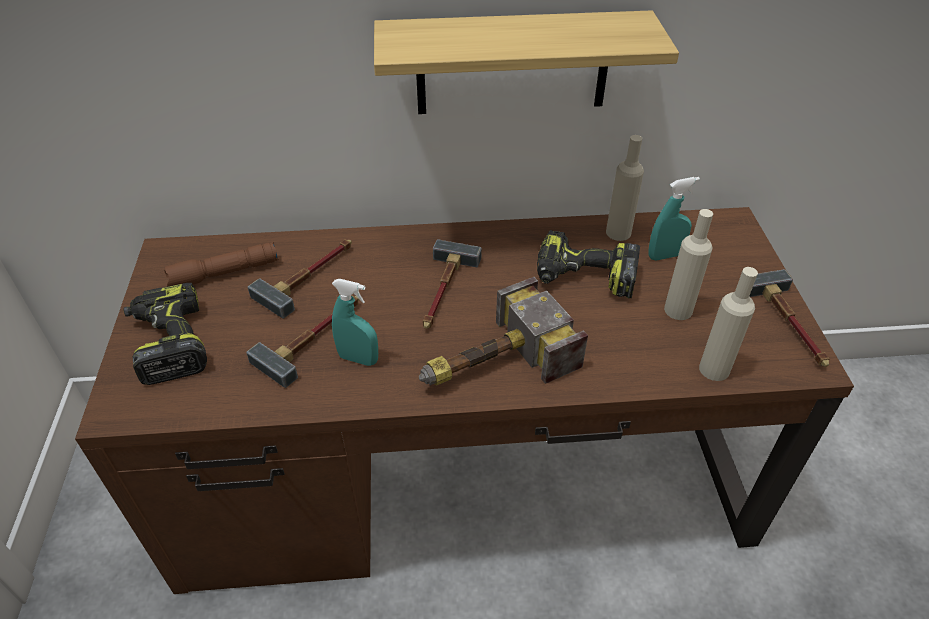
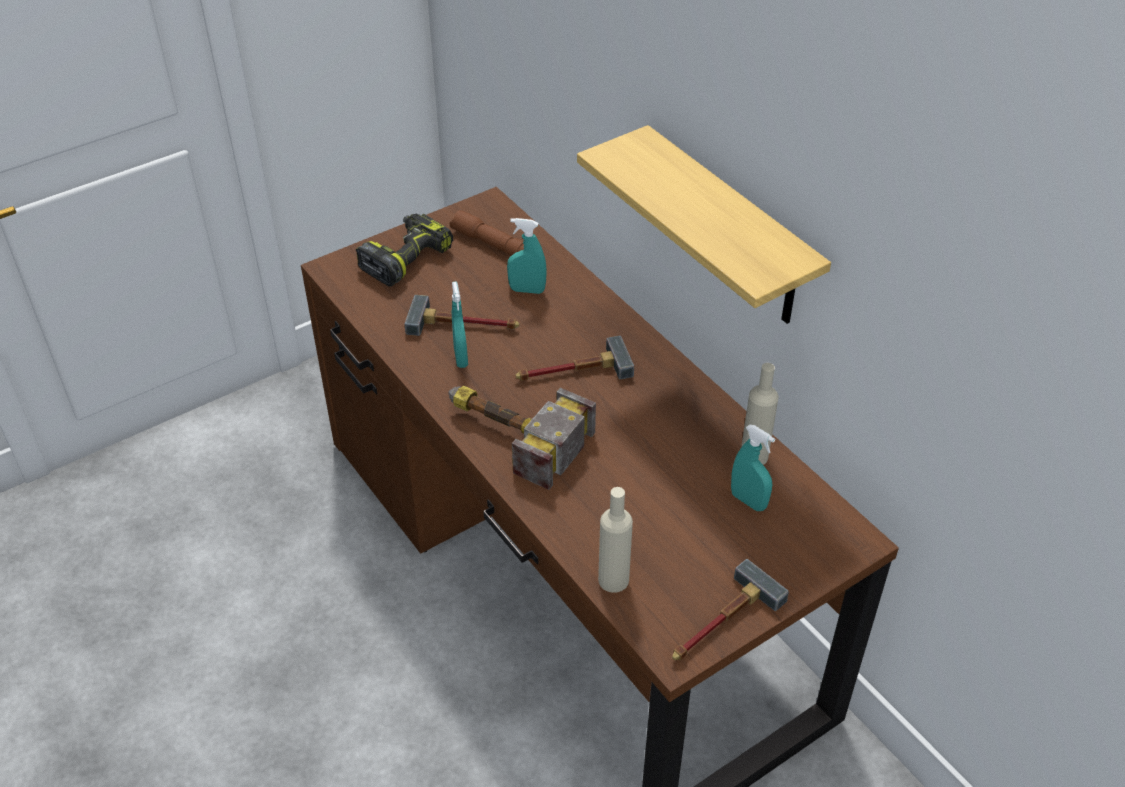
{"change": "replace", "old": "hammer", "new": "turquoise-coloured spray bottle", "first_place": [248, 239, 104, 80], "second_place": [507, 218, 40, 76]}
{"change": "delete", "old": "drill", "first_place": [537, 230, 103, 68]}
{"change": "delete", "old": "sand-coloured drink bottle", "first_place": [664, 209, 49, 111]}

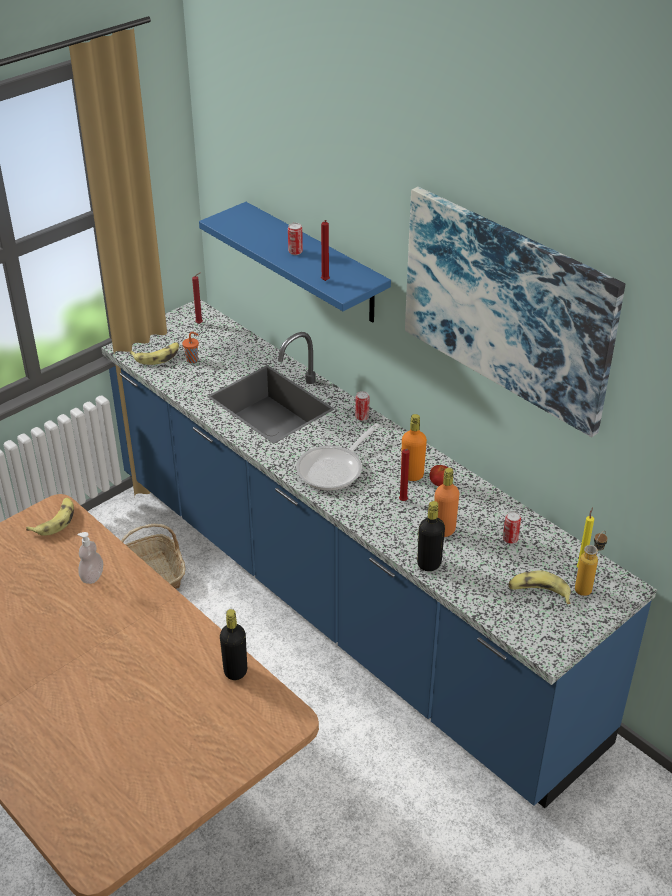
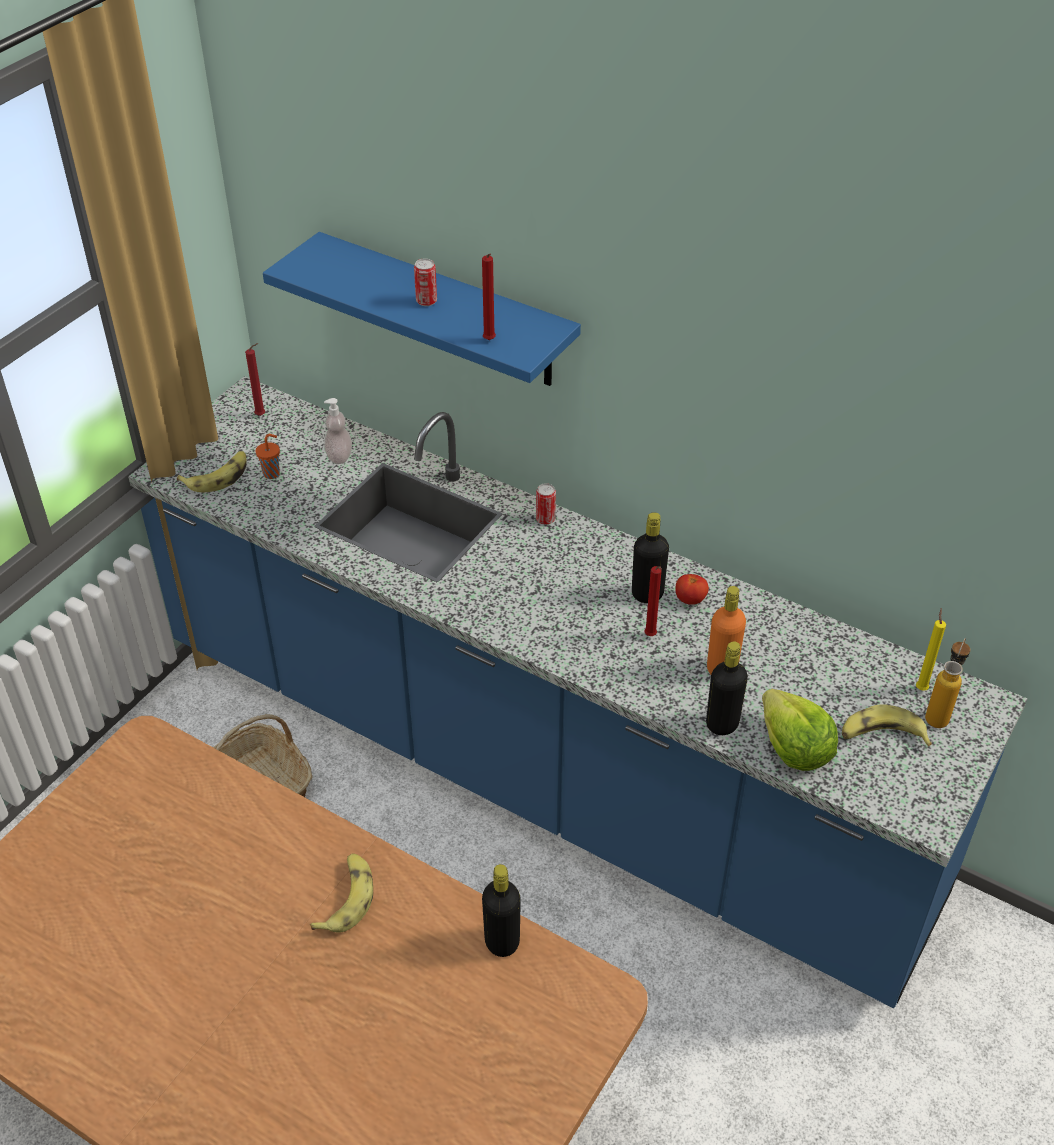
{"change": "move", "old": "banana fruit", "first_place": [26, 498, 48, 38], "second_place": [310, 853, 63, 80]}
{"change": "move", "old": "soap bottle", "first_place": [78, 532, 25, 52], "second_place": [324, 398, 28, 66]}
{"change": "recolor", "old": "orangey drink bottle", "new": "black-coloured drink bottle", "first_place": [401, 414, 26, 67], "second_place": [632, 512, 37, 91]}
{"change": "insert", "new": "lettuce head", "second_place": [762, 689, 76, 82]}
{"change": "delete", "old": "pan", "first_place": [296, 423, 84, 68]}
{"change": "delete", "old": "picture", "first_place": [405, 187, 220, 250]}
{"change": "delete", "old": "sealed can", "first_place": [503, 511, 18, 33]}

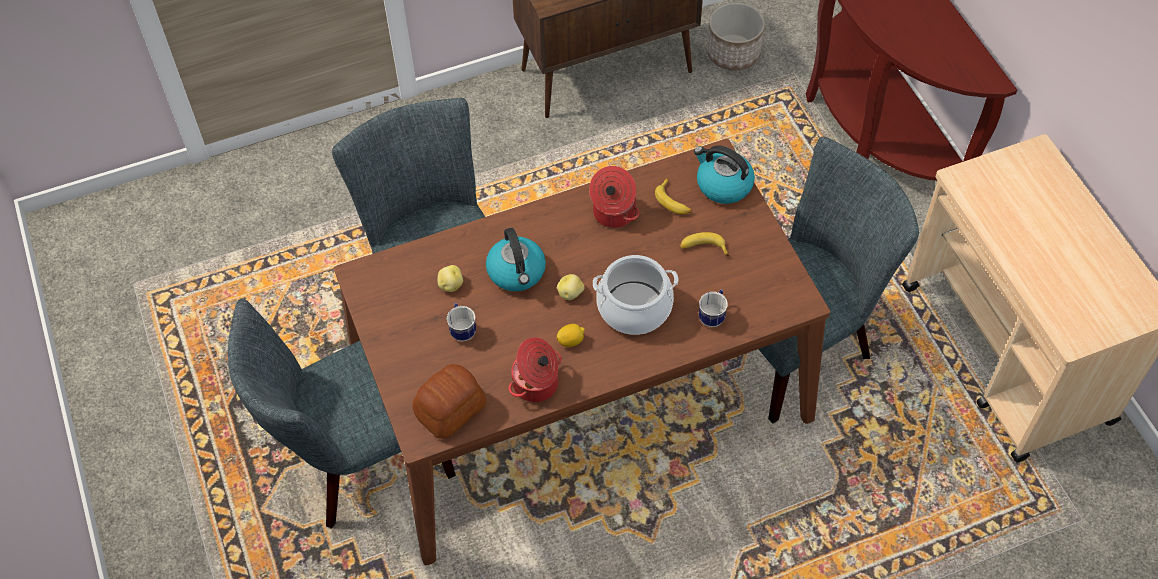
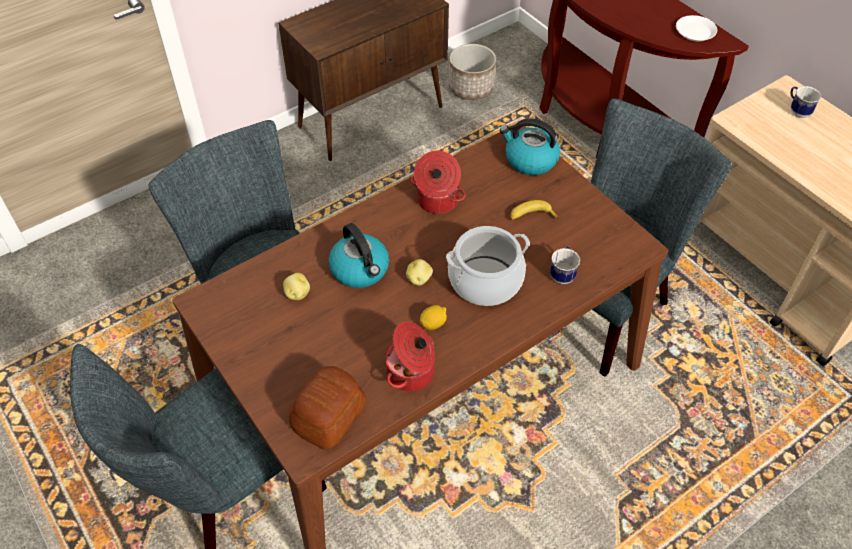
{"change": "insert", "new": "white-coloured dinner plate", "second_place": [676, 15, 41, 26]}
{"change": "move", "old": "coffee mug", "first_place": [447, 303, 29, 38], "second_place": [790, 86, 31, 32]}
{"change": "delete", "old": "banana fruit", "first_place": [655, 178, 37, 37]}

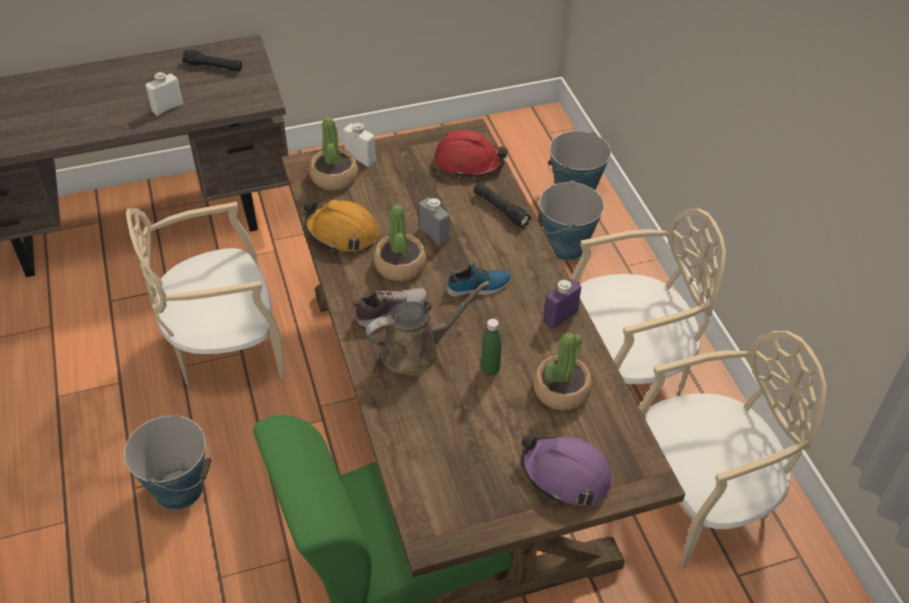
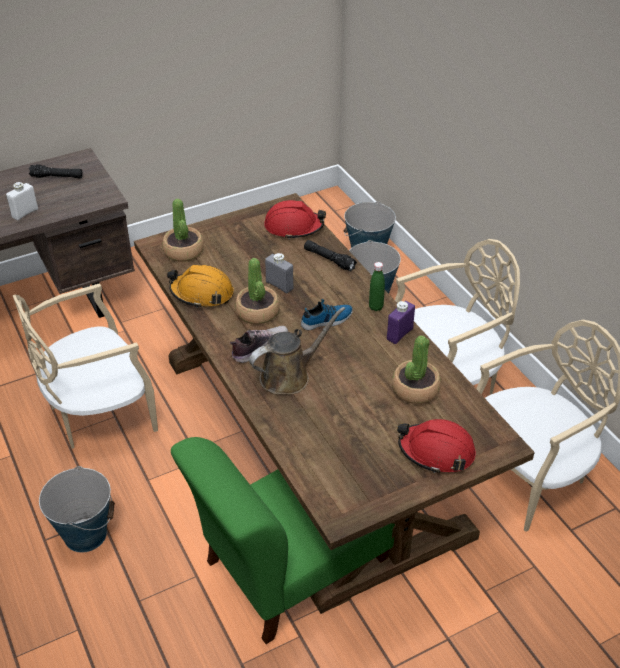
{"change": "move", "old": "greenish drink bottle", "first_place": [481, 318, 20, 57], "second_place": [369, 262, 16, 49]}
{"change": "recolor", "old": "purple safety helmet", "new": "red safety helmet", "first_place": [521, 436, 91, 69], "second_place": [397, 419, 79, 54]}
{"change": "delete", "old": "white-coloured drink bottle", "first_place": [343, 123, 33, 44]}

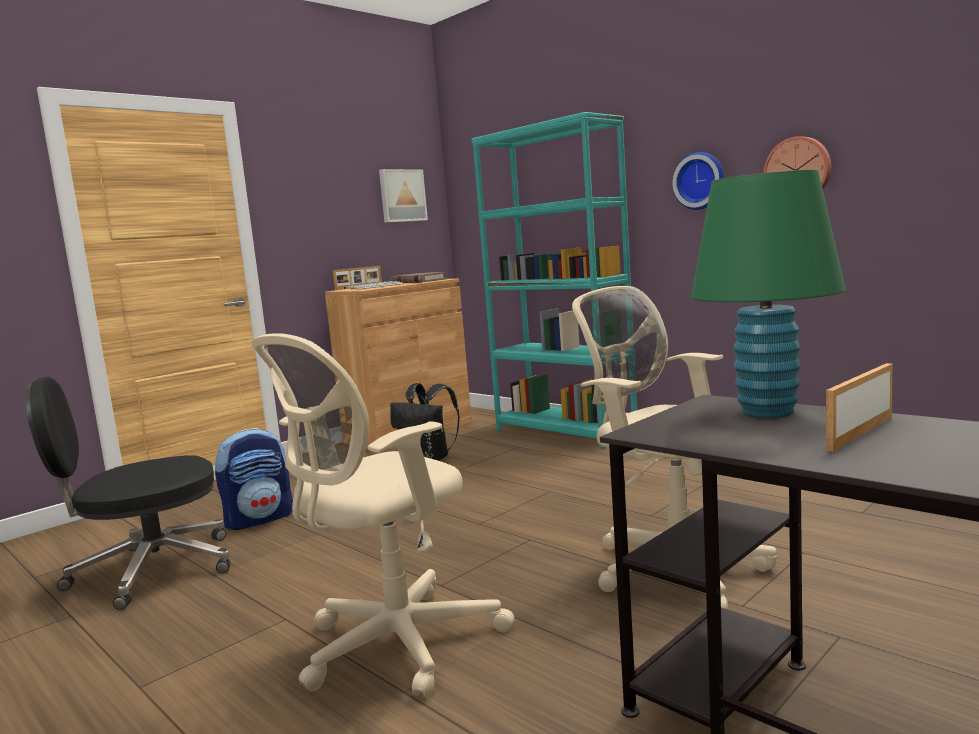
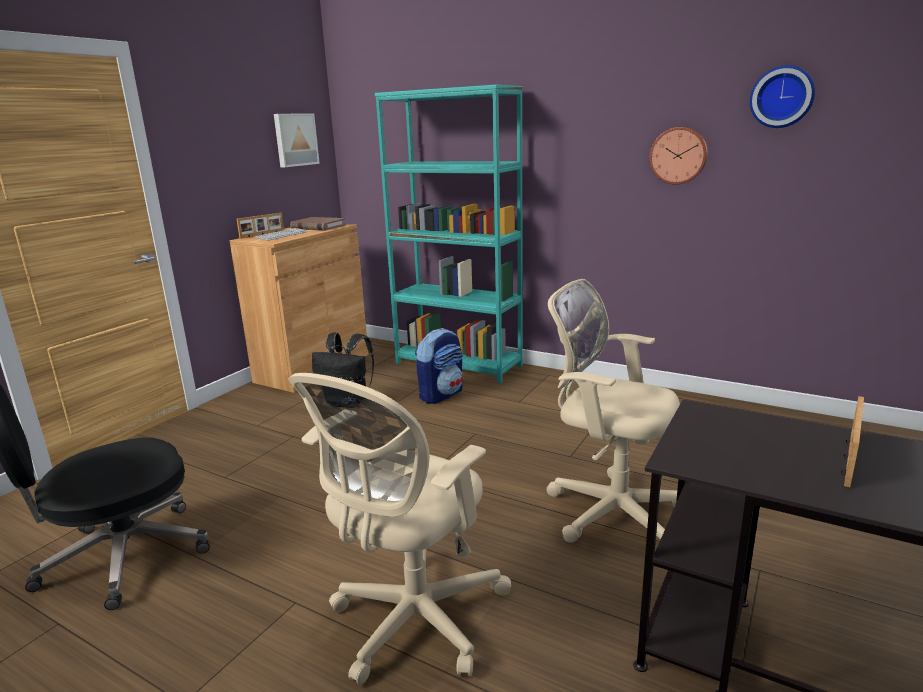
{"change": "move", "old": "rucksack", "first_place": [215, 428, 78, 102], "second_place": [415, 328, 48, 76]}
{"change": "move", "old": "wall clock", "first_place": [673, 152, 51, 58], "second_place": [750, 65, 65, 63]}
{"change": "delete", "old": "greenish lamp for a table", "first_place": [691, 170, 155, 248]}

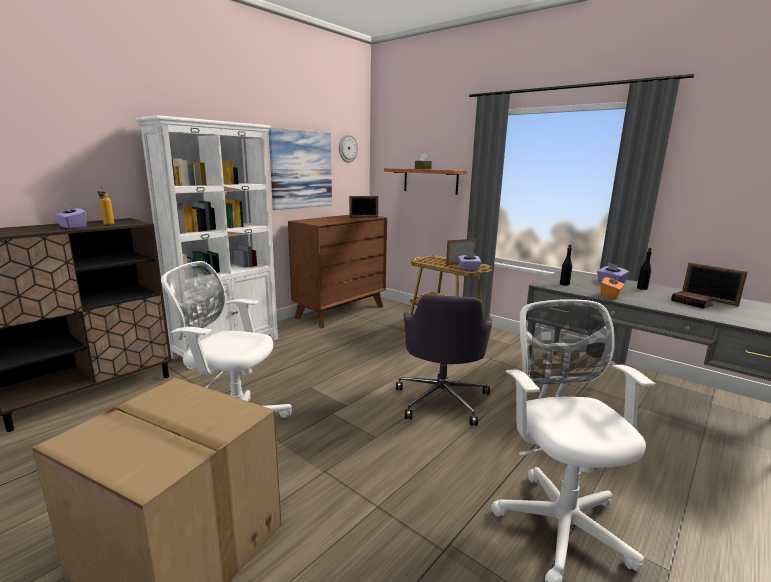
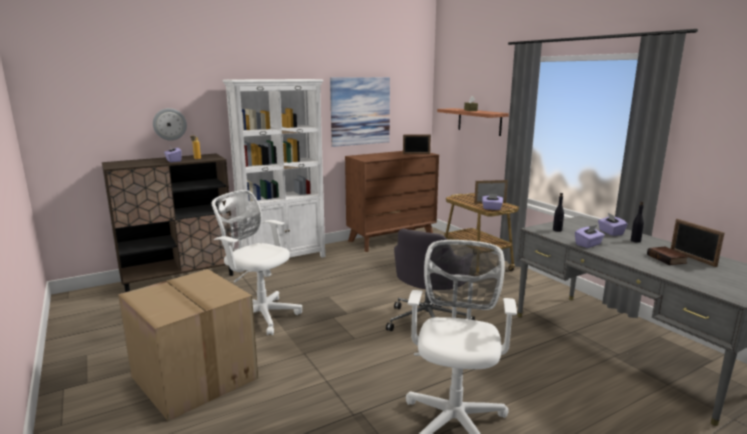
{"change": "move", "old": "wall clock", "first_place": [339, 134, 19, 29], "second_place": [153, 108, 34, 33]}
{"change": "recolor", "old": "orangey tissue holder", "new": "purple tissue holder", "first_place": [600, 275, 24, 24], "second_place": [575, 225, 30, 23]}

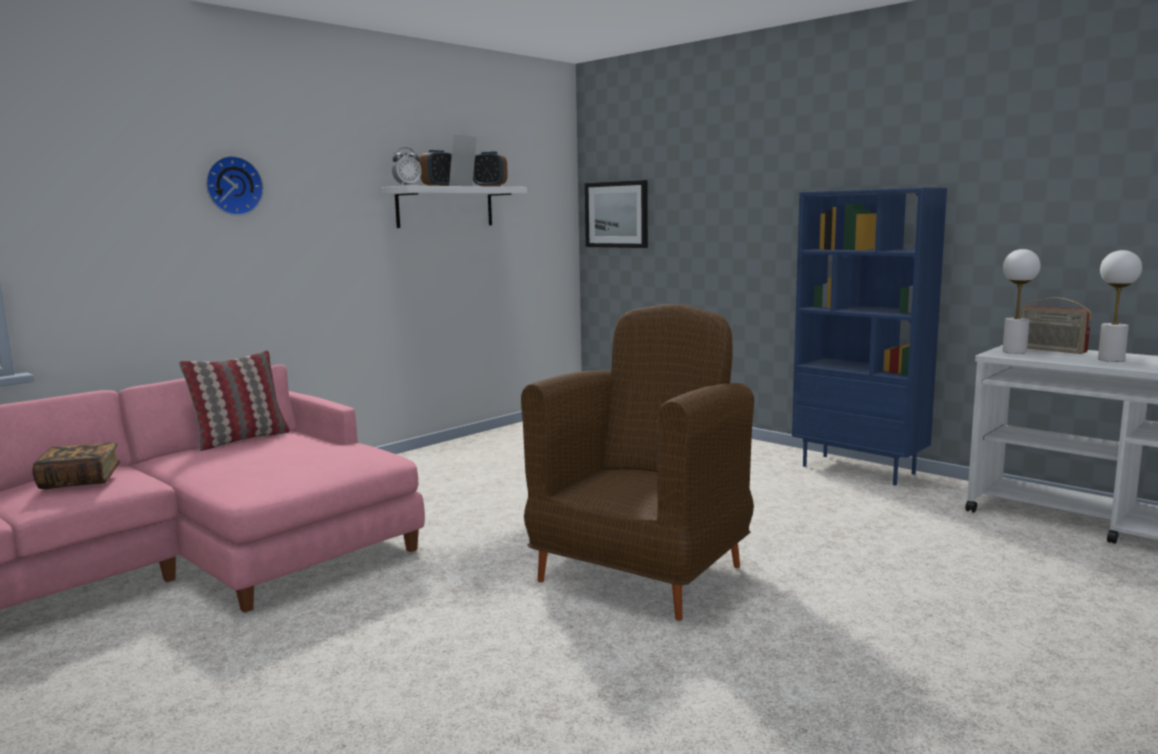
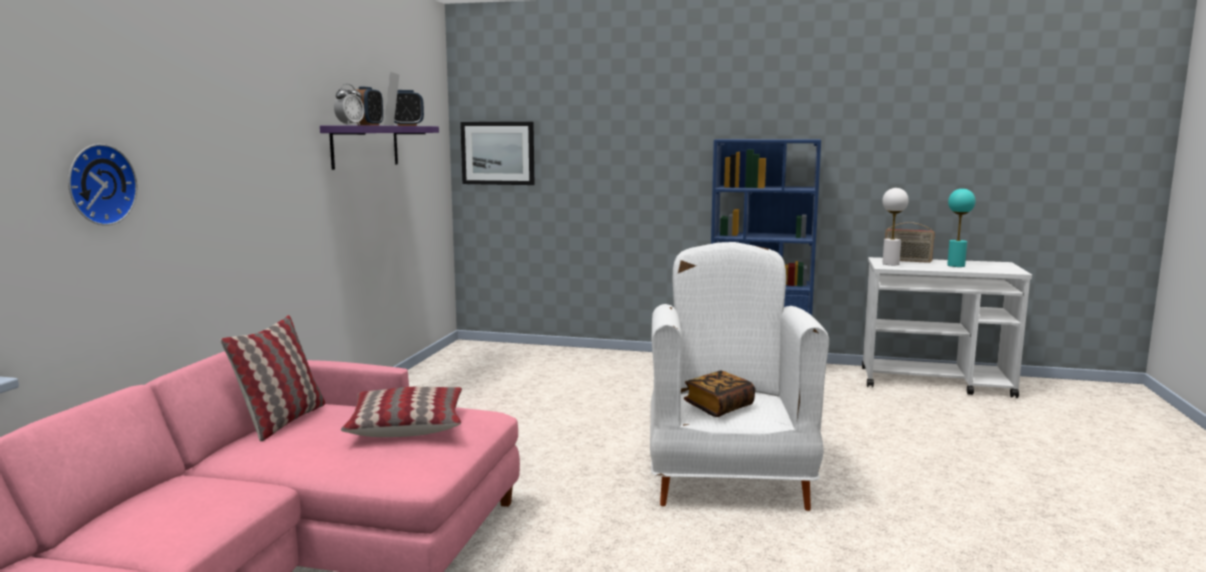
{"change": "move", "old": "wall clock", "first_place": [206, 156, 58, 60], "second_place": [68, 144, 70, 82]}
{"change": "recolor", "old": "white-coloured shelf", "new": "purple shelf", "first_place": [382, 186, 145, 42], "second_place": [320, 125, 119, 45]}
{"change": "insert", "new": "cushion", "second_place": [341, 387, 121, 50]}
{"change": "recolor", "old": "brown-coloured lounge chair", "new": "white-coloured lounge chair", "first_place": [521, 304, 233, 317], "second_place": [650, 242, 179, 269]}
{"change": "move", "old": "volume", "first_place": [32, 442, 89, 47], "second_place": [684, 371, 71, 46]}
{"change": "recolor", "old": "white-coloured lamp for a table", "new": "turquoise-coloured lamp for a table", "first_place": [1098, 250, 44, 112], "second_place": [947, 189, 29, 78]}

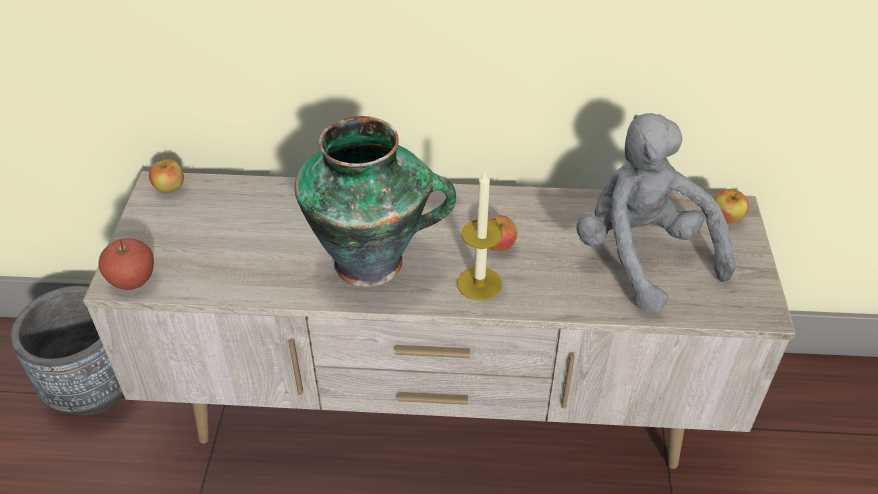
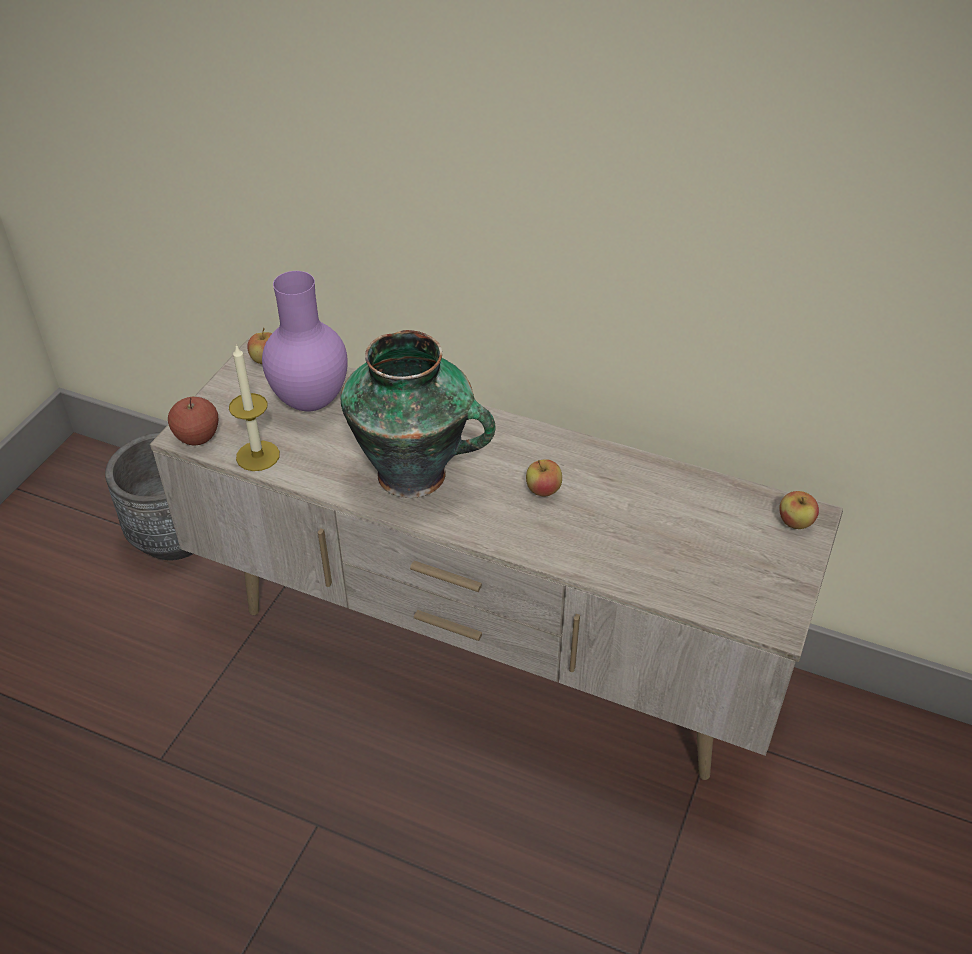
{"change": "move", "old": "wax candle", "first_place": [457, 171, 45, 129], "second_place": [229, 344, 51, 127]}
{"change": "insert", "new": "purple decorative vase", "second_place": [262, 271, 86, 140]}
{"change": "delete", "old": "grey soft toy", "first_place": [576, 113, 159, 201]}

